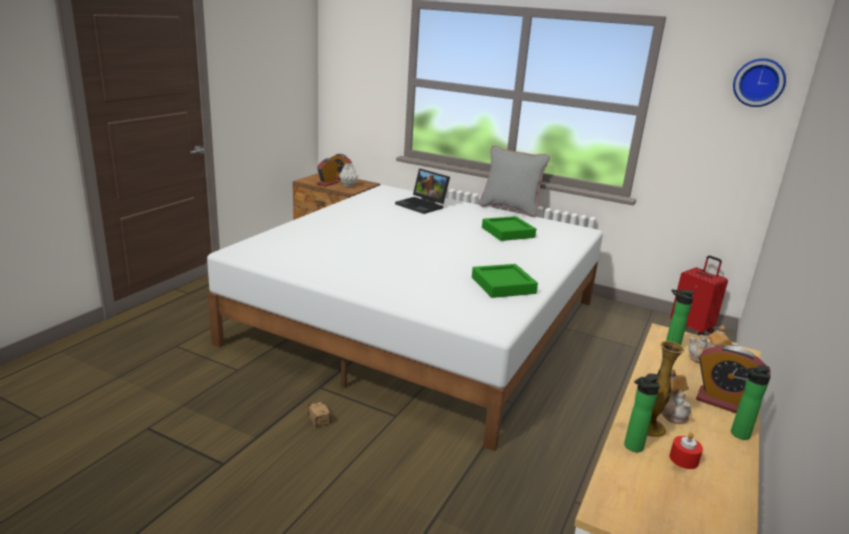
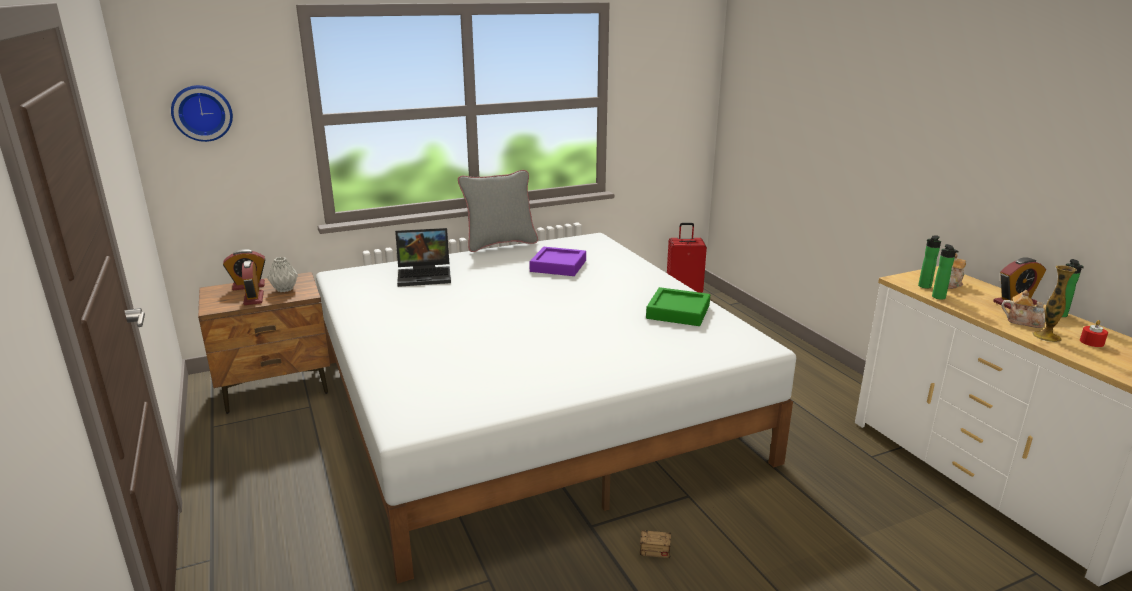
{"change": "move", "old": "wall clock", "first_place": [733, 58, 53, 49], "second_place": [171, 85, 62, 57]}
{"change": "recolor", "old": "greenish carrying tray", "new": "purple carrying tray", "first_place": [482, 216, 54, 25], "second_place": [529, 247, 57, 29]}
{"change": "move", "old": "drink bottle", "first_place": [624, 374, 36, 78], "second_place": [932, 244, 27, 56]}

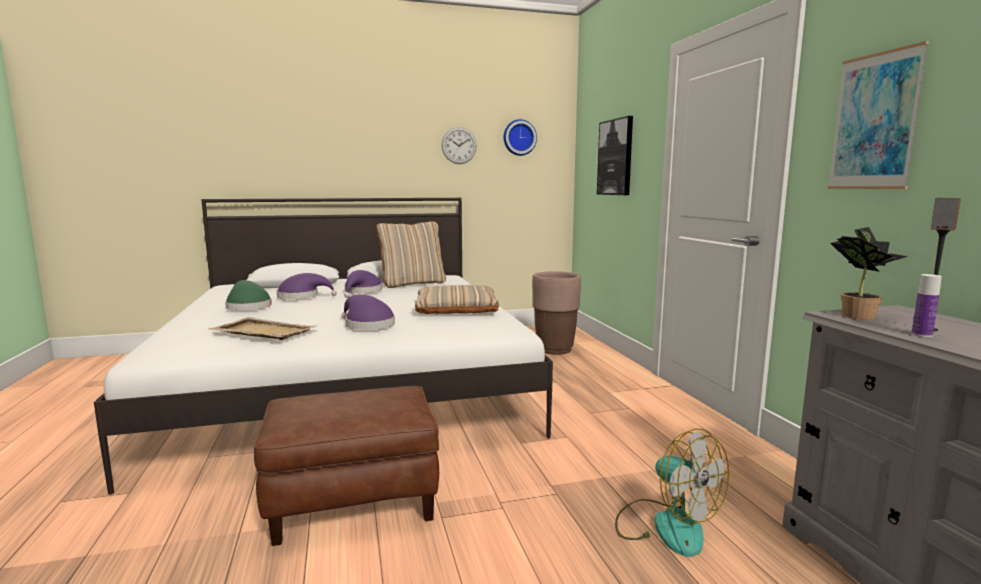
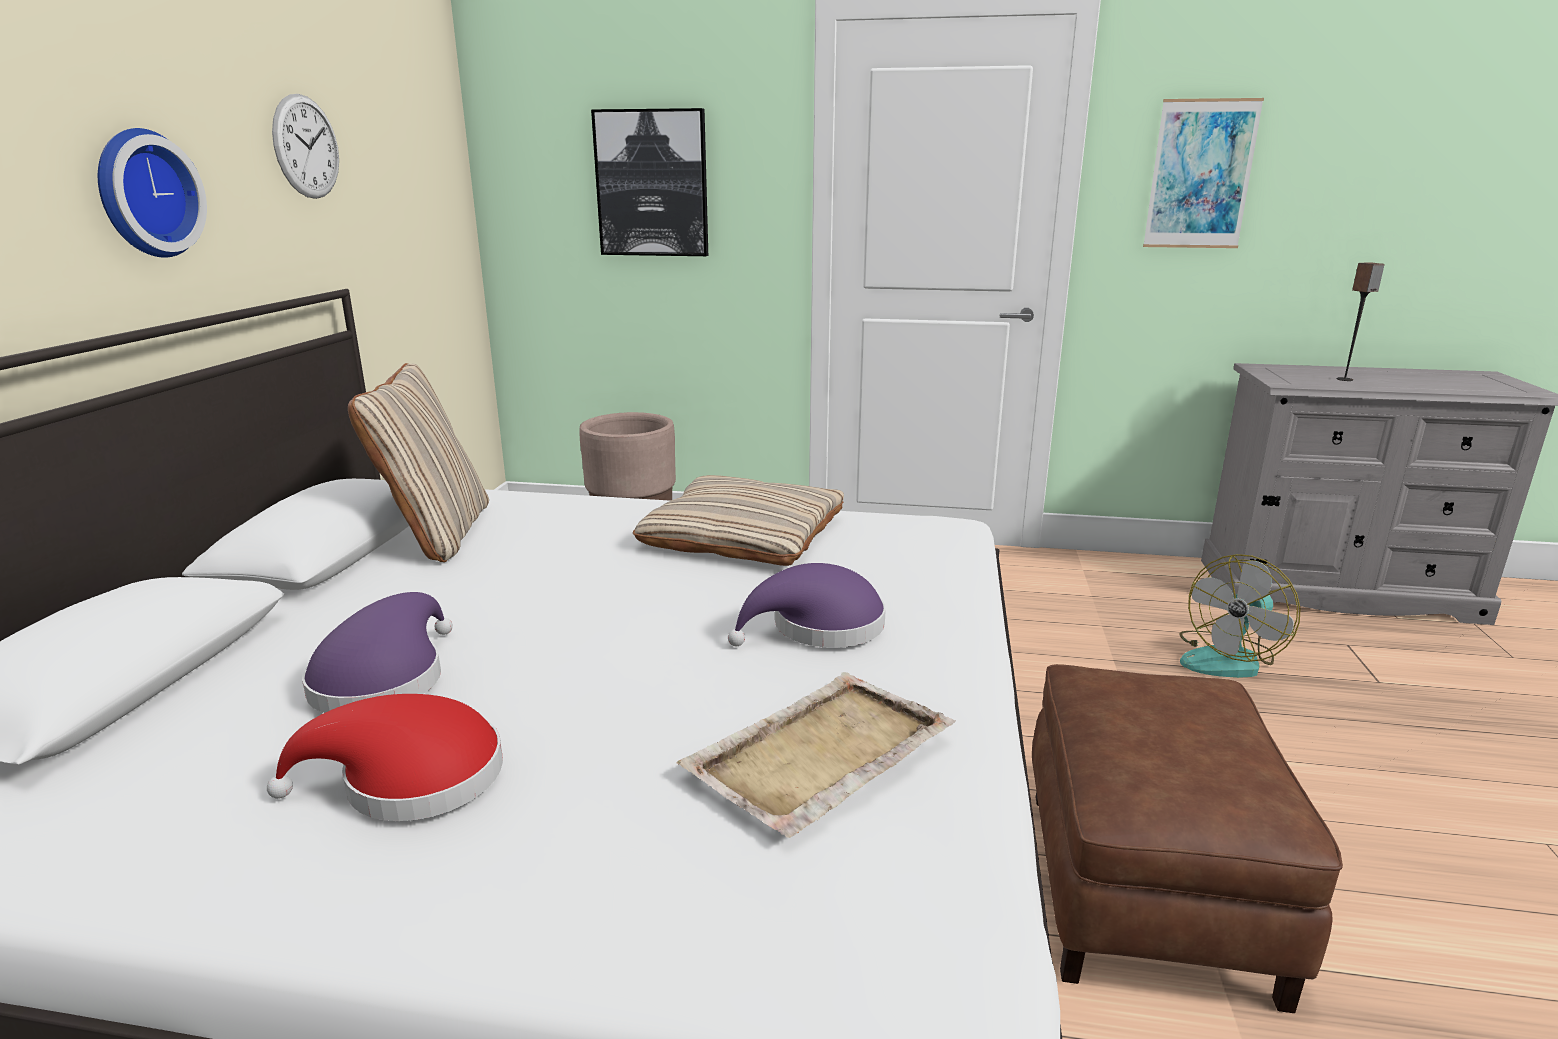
{"change": "move", "old": "wall clock", "first_place": [504, 119, 33, 37], "second_place": [98, 128, 109, 130]}
{"change": "recolor", "old": "greenish clothing hat", "new": "red clothing hat", "first_place": [225, 280, 47, 31], "second_place": [267, 694, 236, 127]}
{"change": "rotate", "old": "electric fan", "first_place": [615, 428, 114, 129], "second_place": [1179, 554, 122, 124], "degrees": 150}
{"change": "delete", "old": "purple clothing hat", "first_place": [344, 270, 38, 28]}
{"change": "delete", "old": "potted plant", "first_place": [830, 227, 78, 93]}
{"change": "delete", "old": "drink bottle", "first_place": [911, 274, 31, 63]}

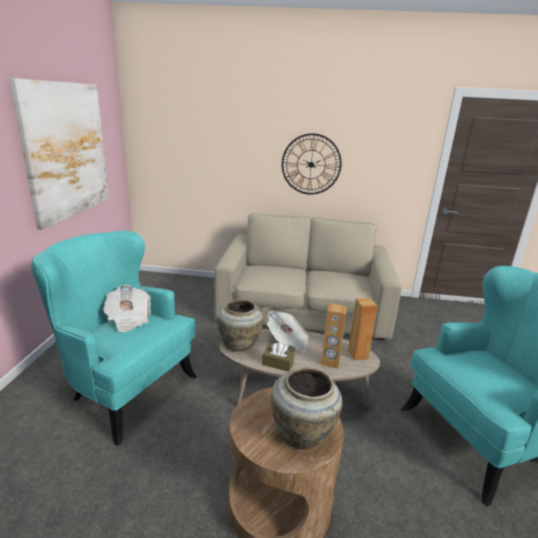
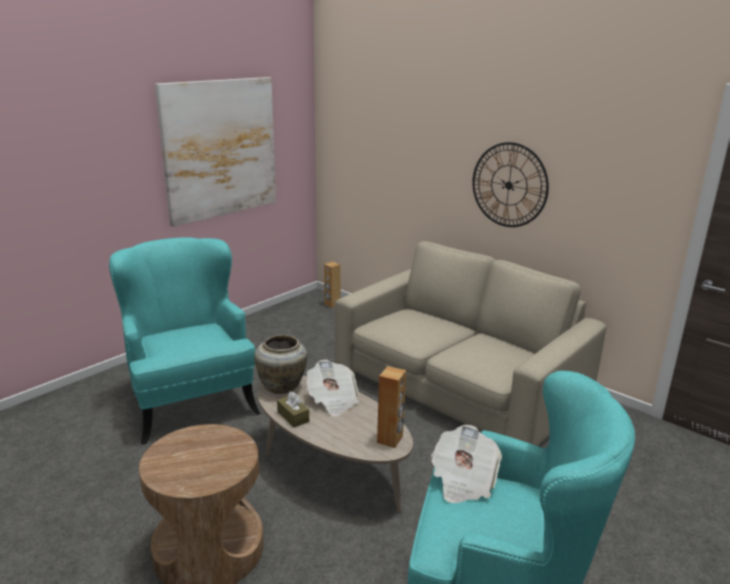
{"change": "move", "old": "brown-coloured loudspeaker", "first_place": [321, 303, 26, 66], "second_place": [324, 262, 16, 46]}
{"change": "move", "old": "printed paper", "first_place": [103, 285, 48, 47], "second_place": [431, 425, 71, 78]}
{"change": "delete", "old": "sand-coloured decorative vase", "first_place": [271, 367, 71, 83]}

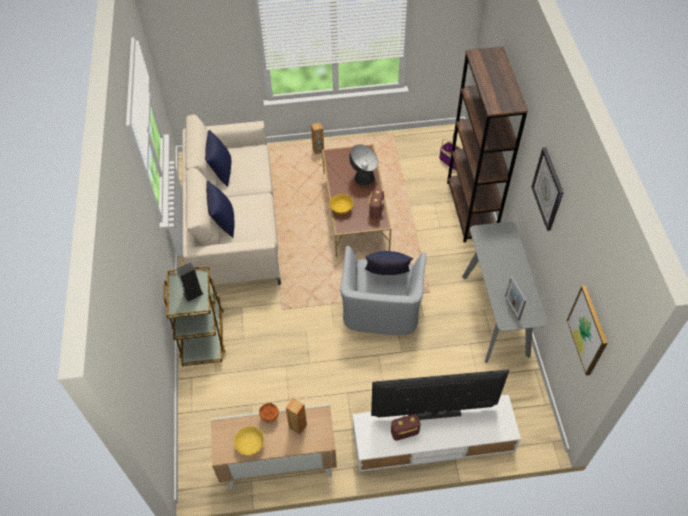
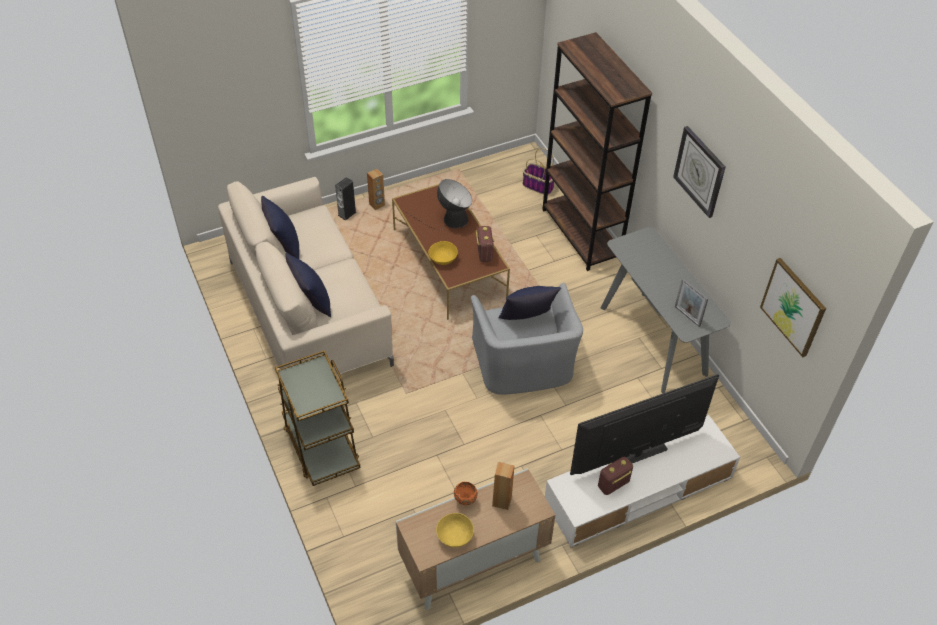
{"change": "move", "old": "loudspeaker", "first_place": [176, 262, 27, 40], "second_place": [335, 177, 21, 44]}

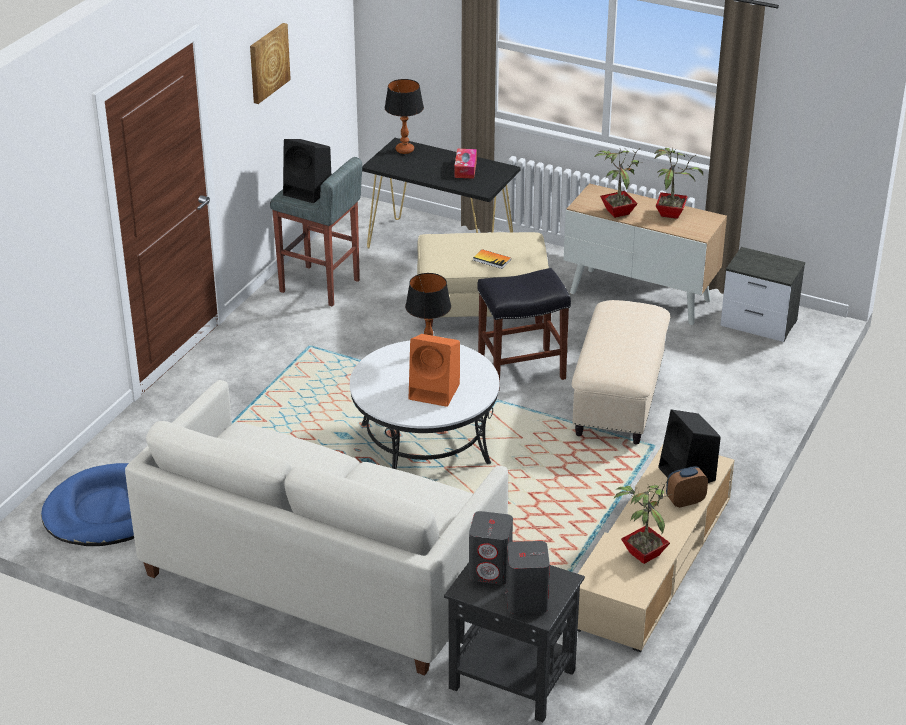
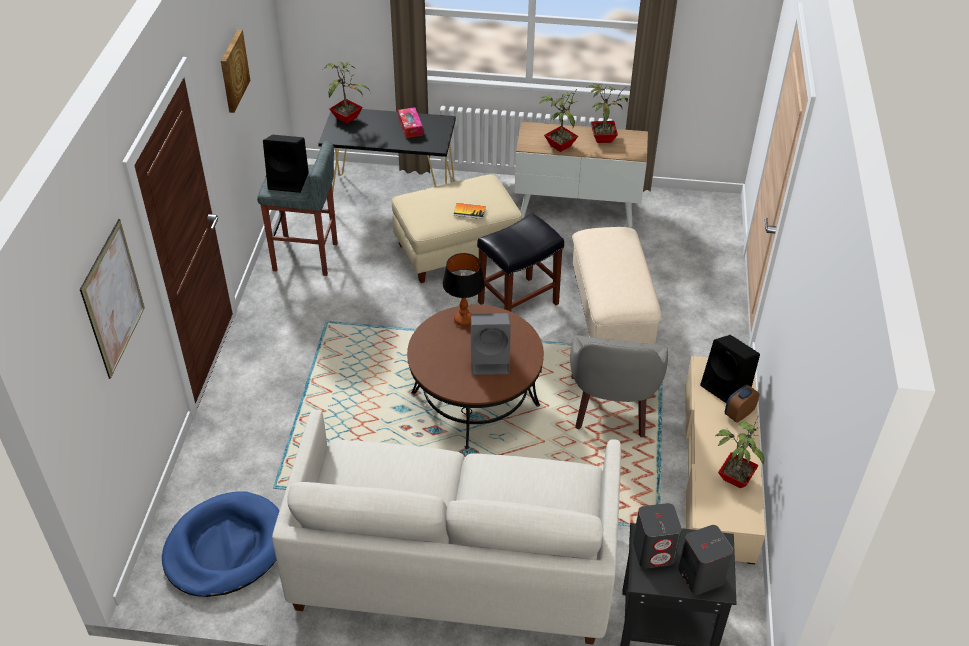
{"change": "insert", "new": "picture", "second_place": [80, 219, 65, 160]}
{"change": "replace", "old": "lamp for a table", "new": "potted plant", "first_place": [385, 79, 39, 75], "second_place": [323, 62, 47, 62]}
{"change": "recolor", "old": "white-coloured coffee table", "new": "brown-coloured coffee table", "first_place": [350, 341, 149, 128], "second_place": [407, 305, 137, 144]}
{"change": "recolor", "old": "orangey loudspeaker", "new": "grey loudspeaker", "first_place": [409, 334, 51, 73], "second_place": [471, 313, 40, 62]}
{"change": "insert", "new": "grey lounge chair", "second_place": [570, 335, 98, 102]}
{"change": "delete", "old": "nightstand", "first_place": [720, 247, 85, 95]}

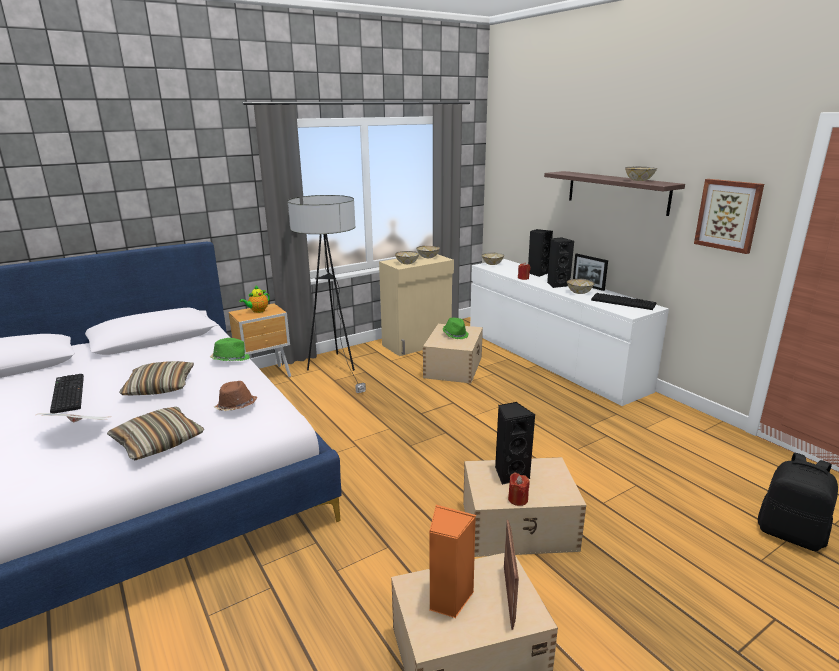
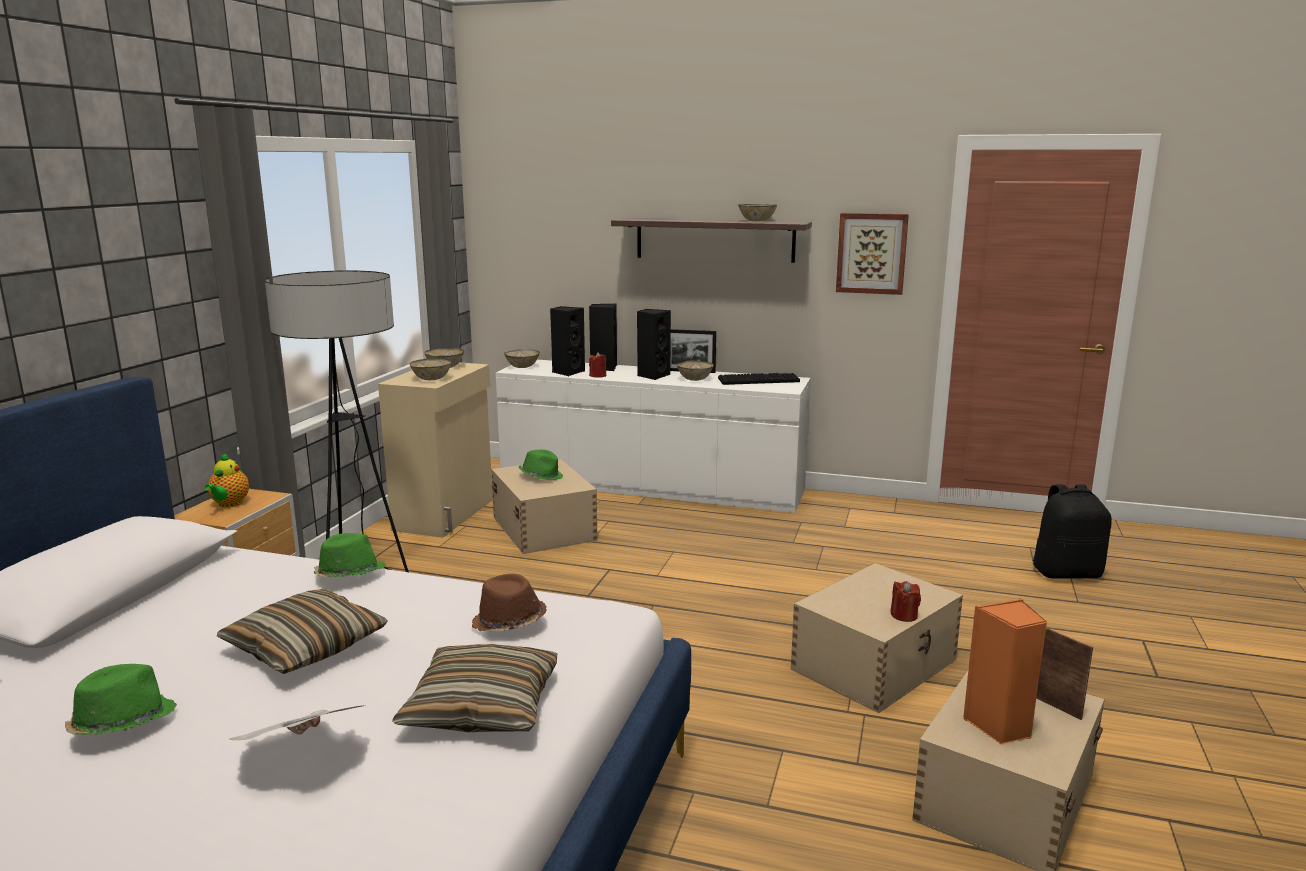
{"change": "replace", "old": "PC keyboard", "new": "greenish clothing hat", "first_place": [50, 374, 34, 39], "second_place": [65, 664, 112, 71]}
{"change": "move", "old": "black-coloured loudspeaker", "first_place": [495, 402, 40, 83], "second_place": [550, 306, 35, 70]}

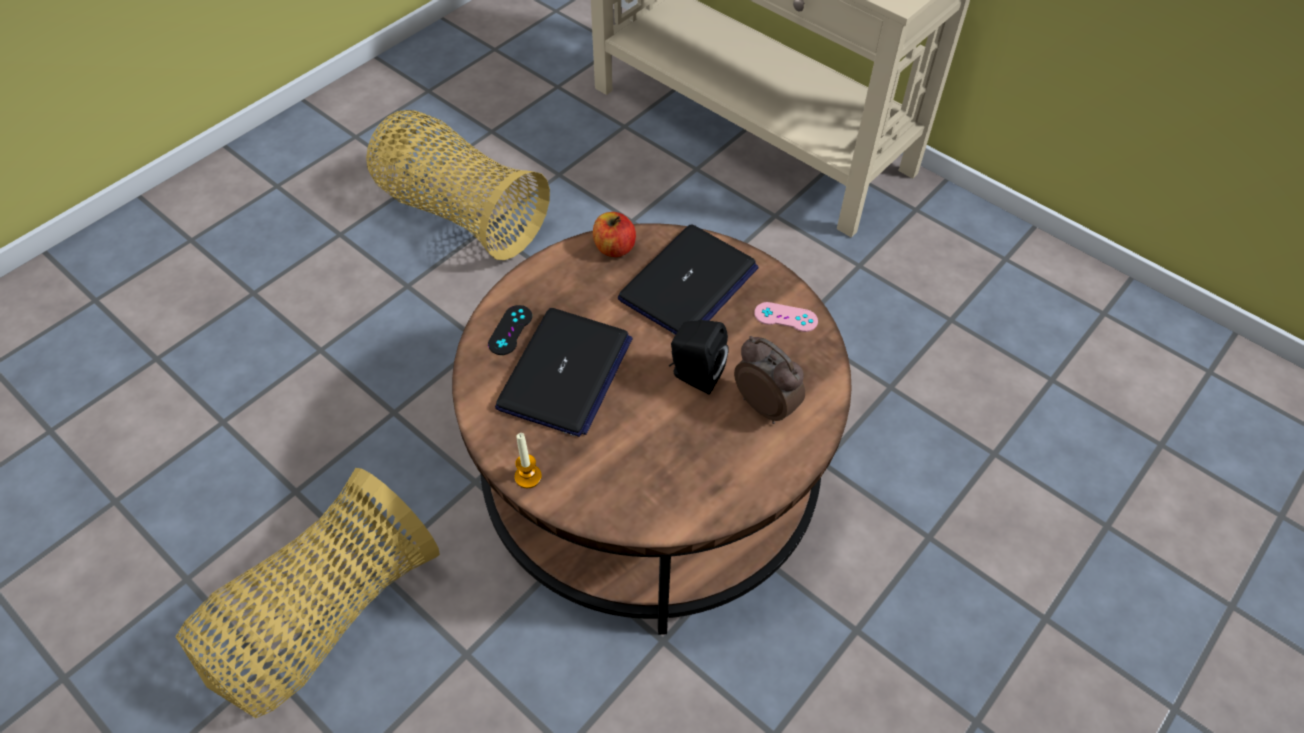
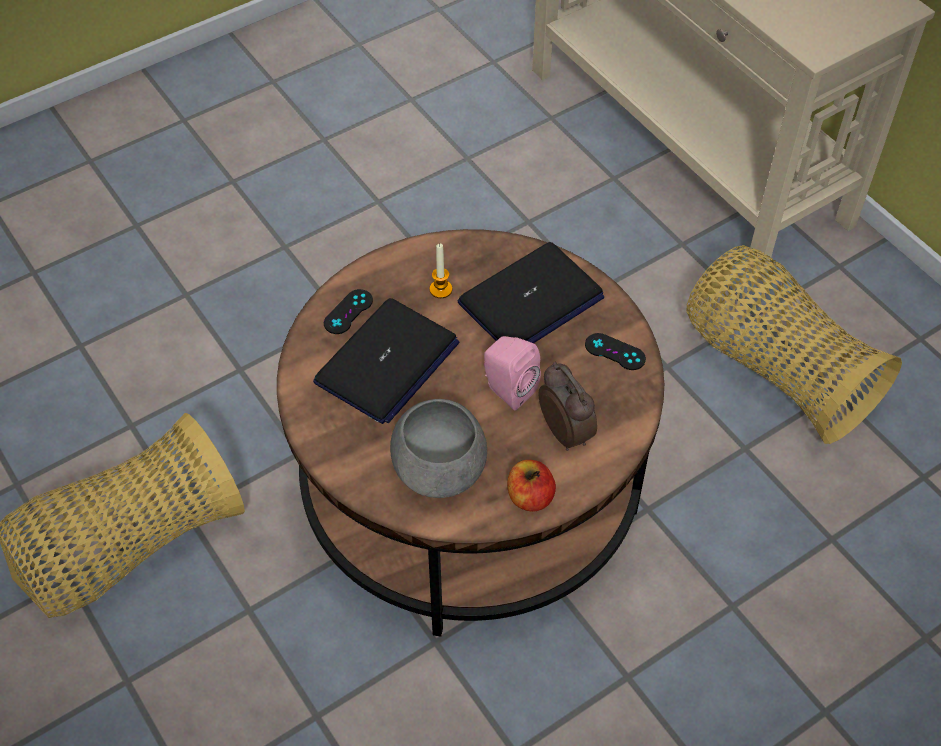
{"change": "insert", "new": "grey serving bowl", "second_place": [390, 399, 97, 99]}
{"change": "move", "old": "wax candle", "first_place": [515, 433, 27, 55], "second_place": [429, 244, 23, 54]}
{"change": "recolor", "old": "black-coloured loudspeaker", "new": "pink loudspeaker", "first_place": [669, 320, 60, 75], "second_place": [484, 336, 57, 74]}
{"change": "move", "old": "whole apple", "first_place": [593, 212, 43, 45], "second_place": [507, 460, 49, 52]}
{"change": "recolor", "old": "pink gamepad", "new": "black-coloured gamepad", "first_place": [754, 302, 64, 30], "second_place": [585, 333, 61, 37]}
{"change": "move", "old": "storage basket", "first_place": [366, 110, 184, 150], "second_place": [686, 245, 216, 199]}

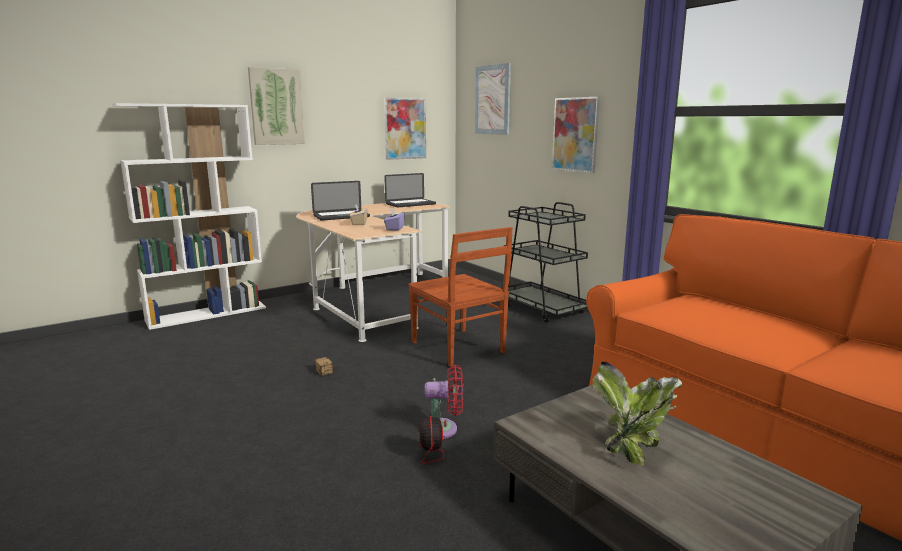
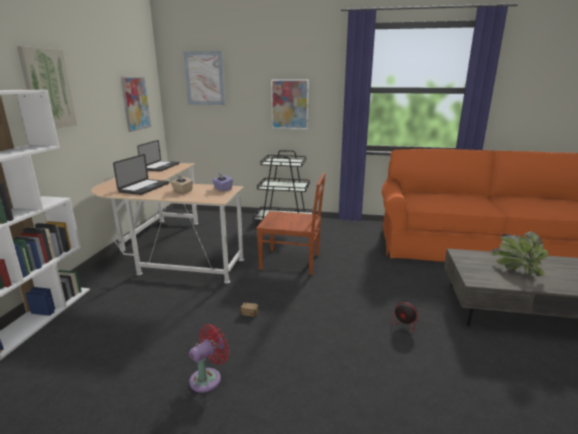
{"change": "move", "old": "red electric fan", "first_place": [425, 365, 38, 74], "second_place": [189, 324, 41, 69]}

